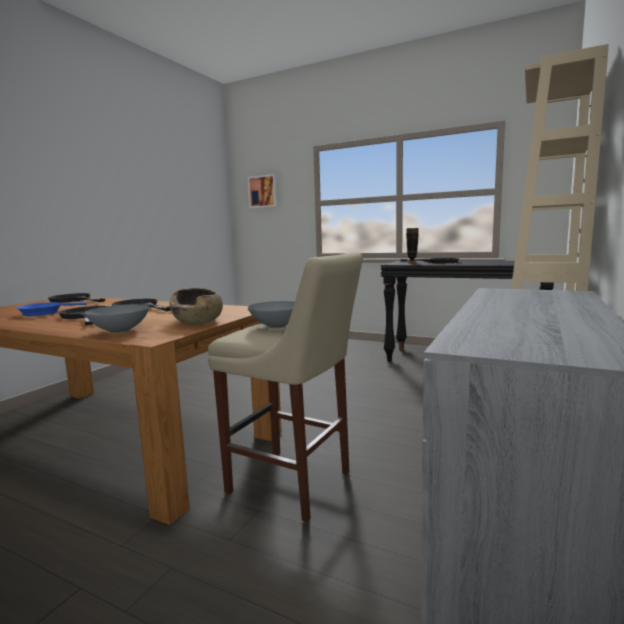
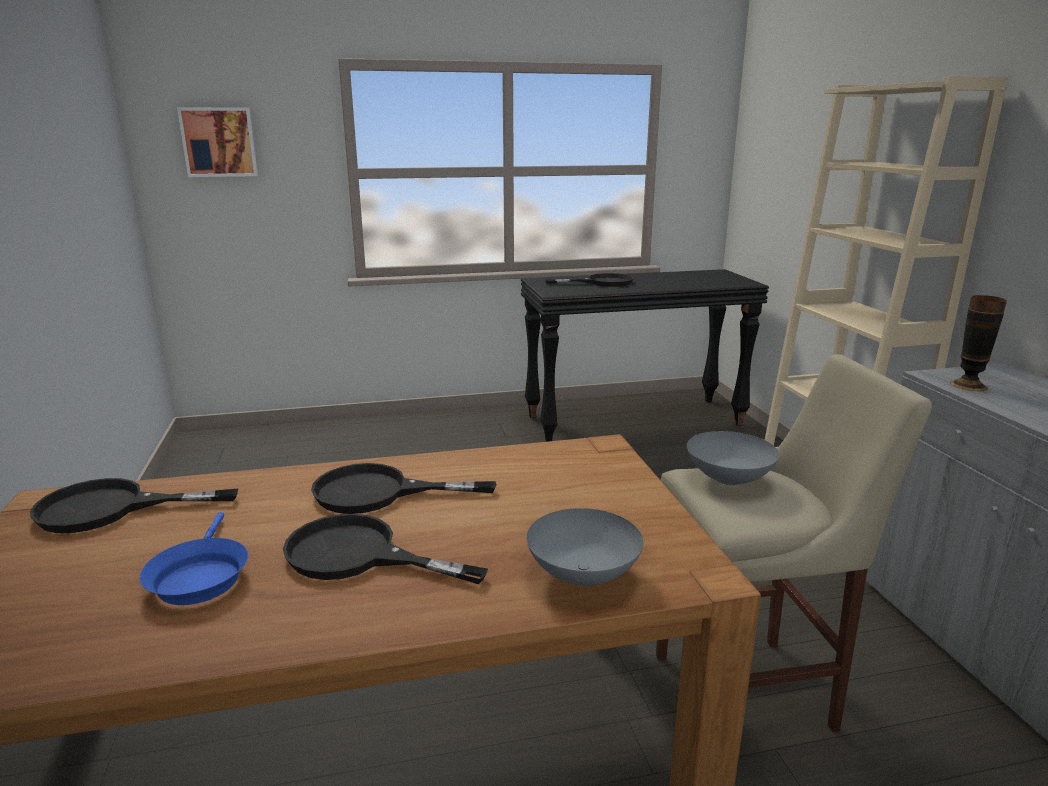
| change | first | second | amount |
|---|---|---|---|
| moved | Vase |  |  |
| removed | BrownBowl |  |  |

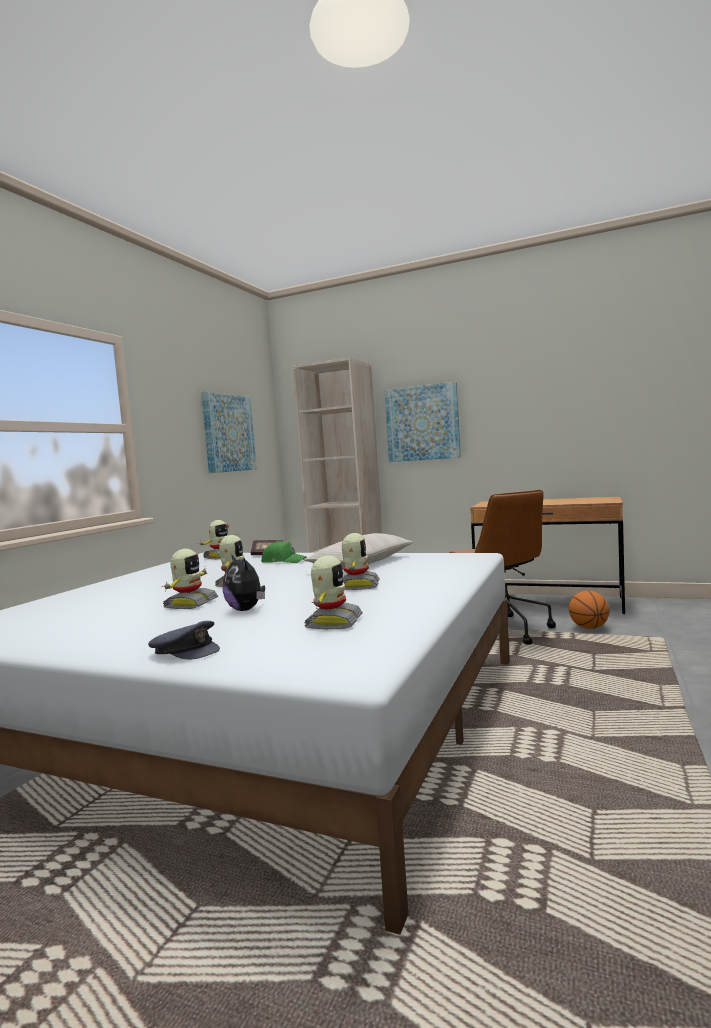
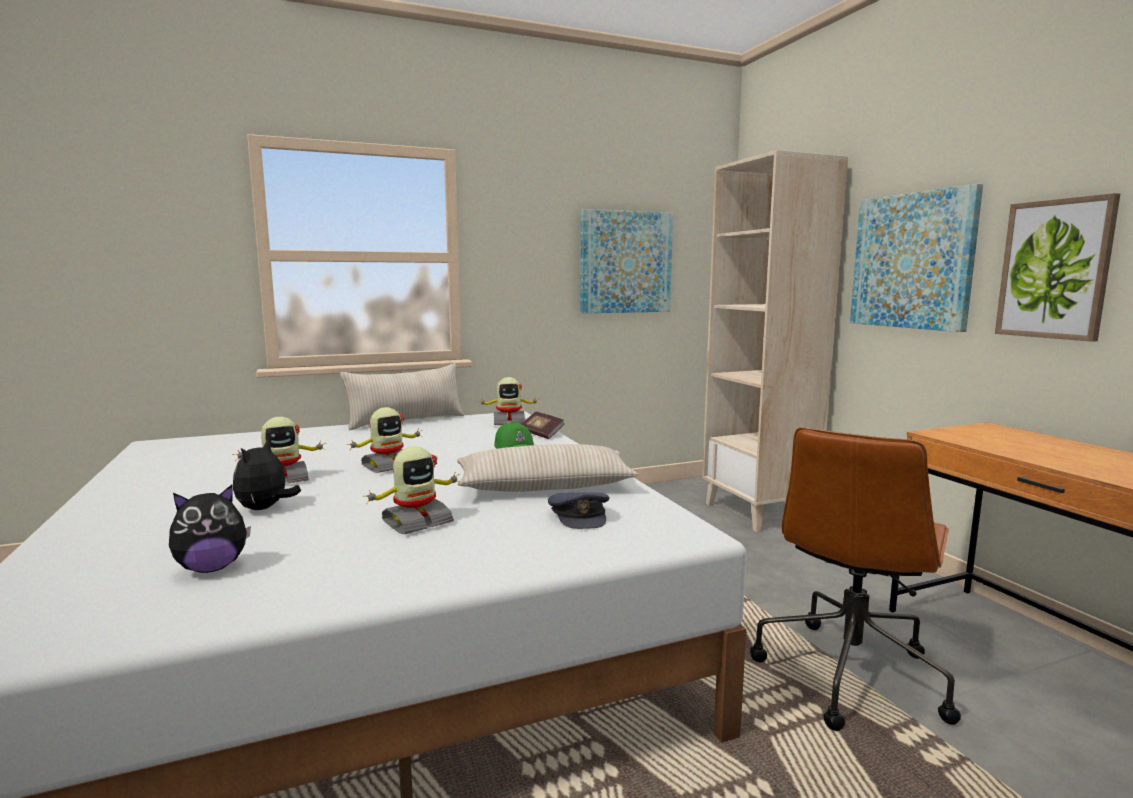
| change | first | second | amount |
|---|---|---|---|
| replaced | ToyRobot (4th from left) | PlushToy (1st from left) |  |
| removed | Basketball |  |  |
| moved | GreyCap |  |  |
| added |  | Picture (3rd from left) |  |
| added |  | BeigePillow (1st from left) |  |

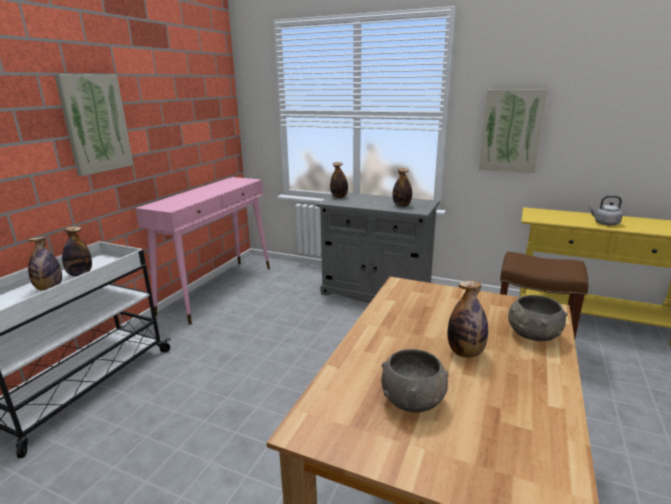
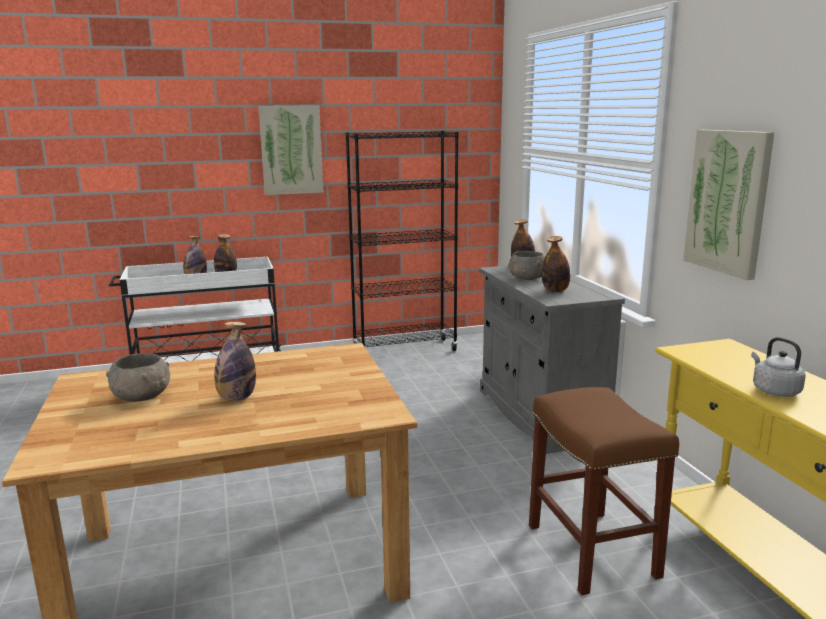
| change | first | second | amount |
|---|---|---|---|
| replaced | PinkConsoleTable | BlackBookcase |  |
| moved | GreyBowl (2nd from left) |  |  |

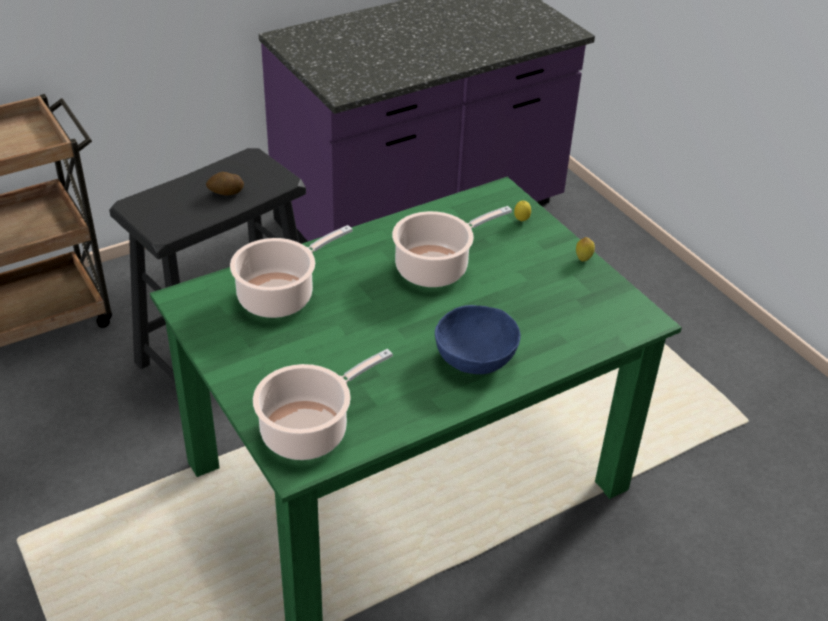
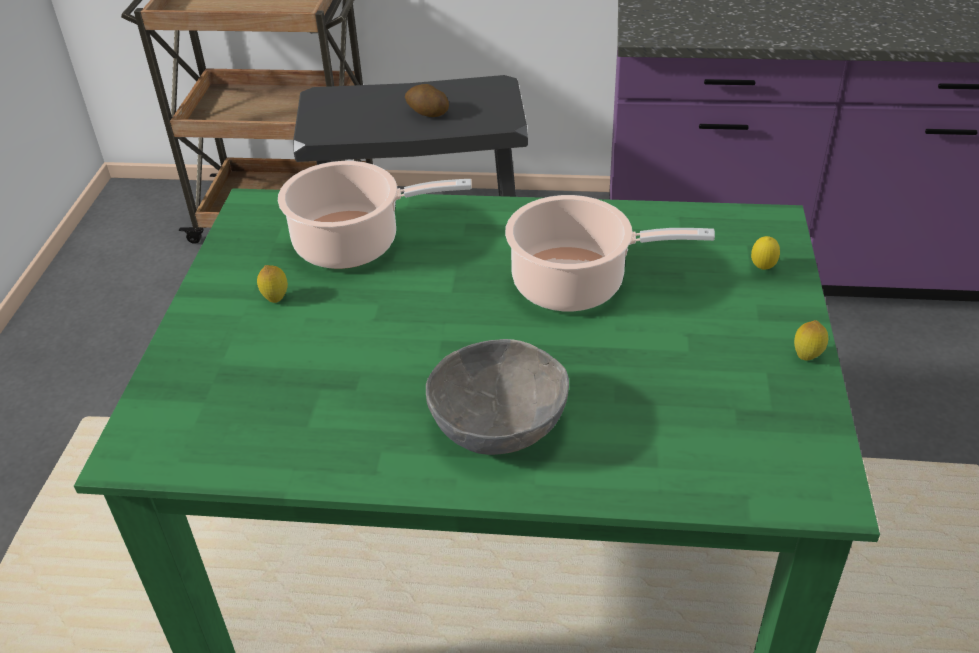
| change | first | second | amount |
|---|---|---|---|
| recoloured | BlueBowl | GreyBowl |  |
| removed | CookingPot (2nd from left) |  |  |
| added |  | Lemon (1st from left) |  |

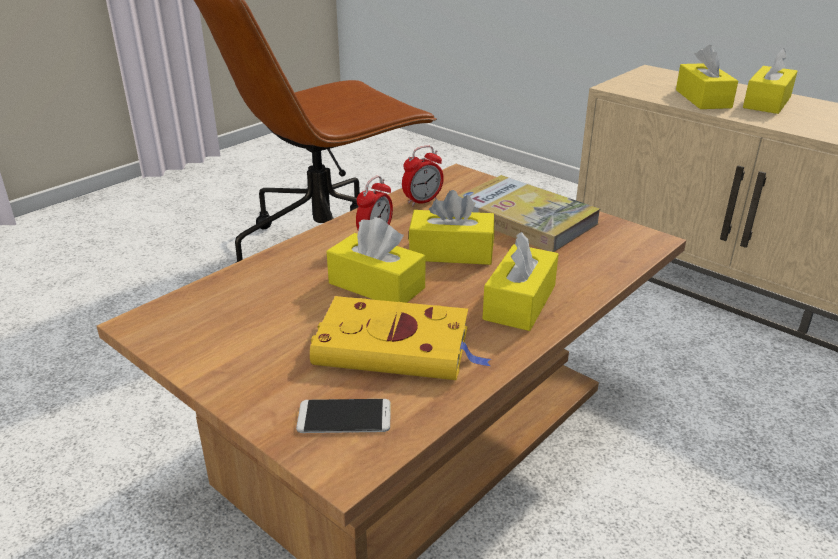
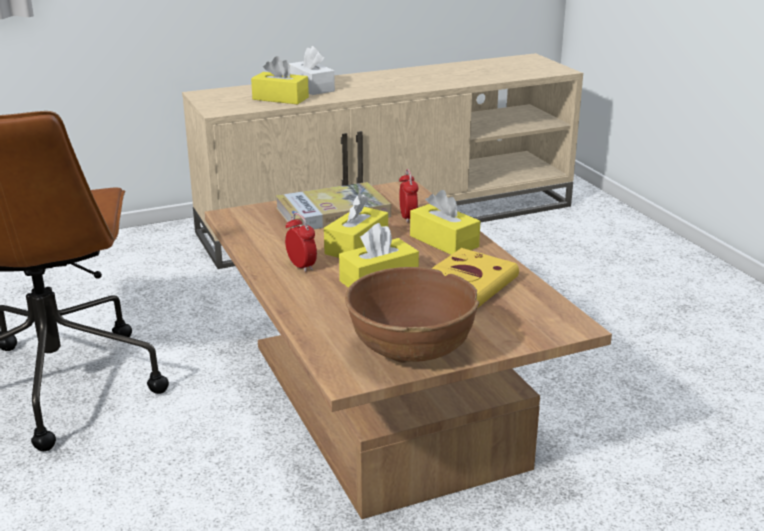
| change | first | second | amount |
|---|---|---|---|
| recoloured | YellowTissueBox (5th from left) | WhiteTissueBox |  |
| moved | AlarmClock (2nd from left) |  |  |
| removed | Phone |  |  |
| added |  | BrownBowl |  |

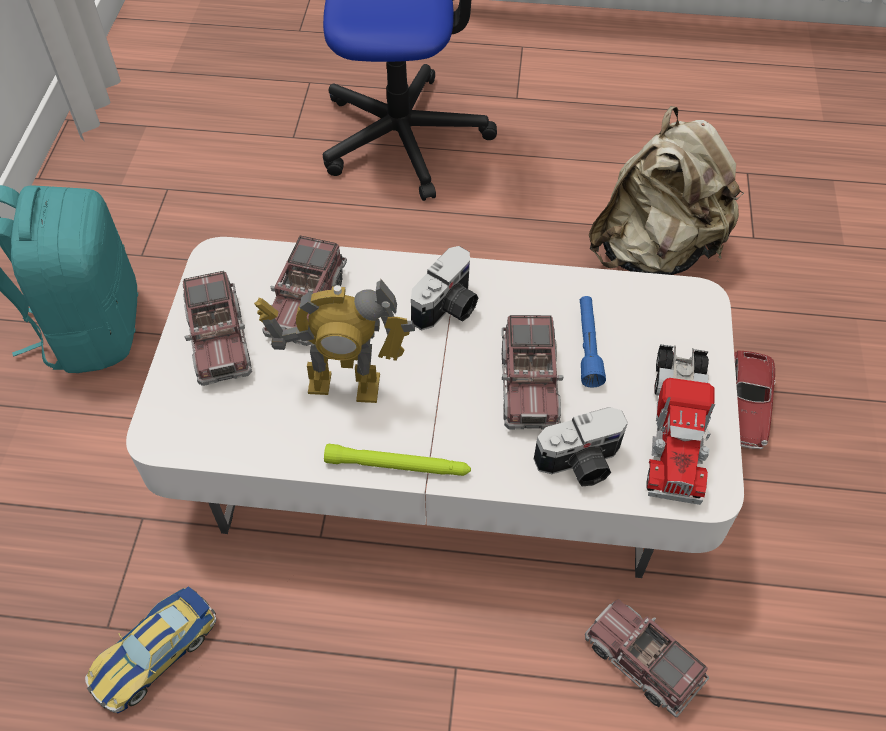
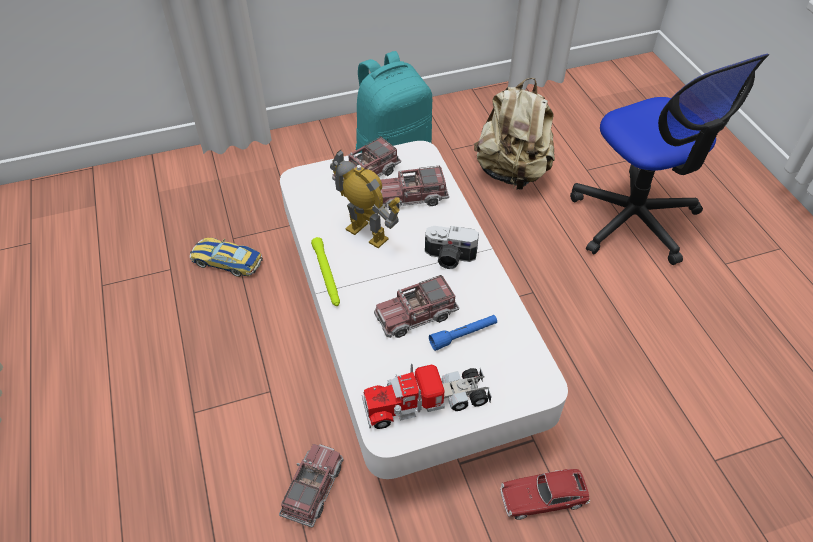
| change | first | second | amount |
|---|---|---|---|
| moved | BeigeBackpack |  |  |
| turned | ToyRobot |  | 150 degrees clockwise |
| removed | PhotoCamera (2nd from left) |  |  |

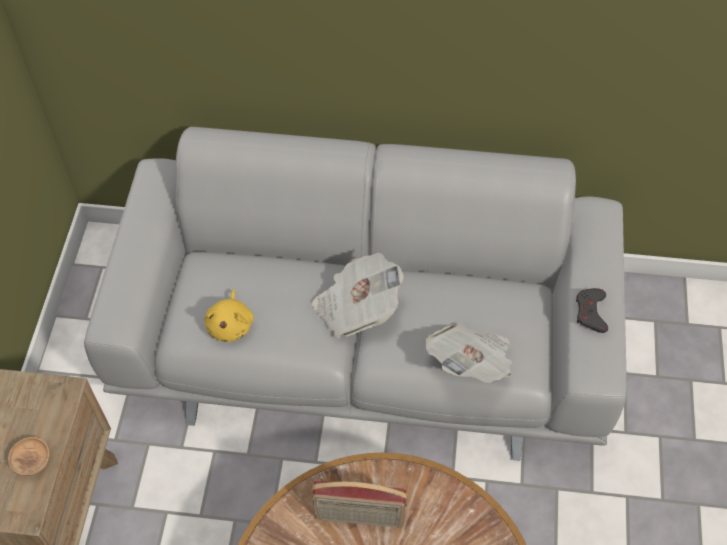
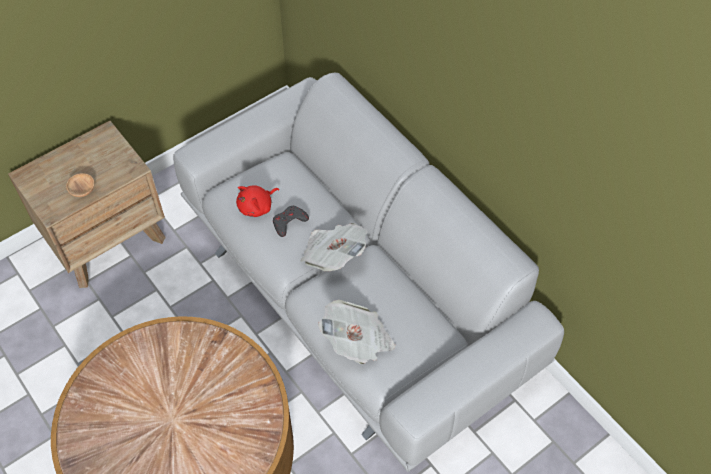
| change | first | second | amount |
|---|---|---|---|
| moved | GreyGameController |  |  |
| recoloured | YellowPlushToy | RedPlushToy |  |
| removed | Radio |  |  |

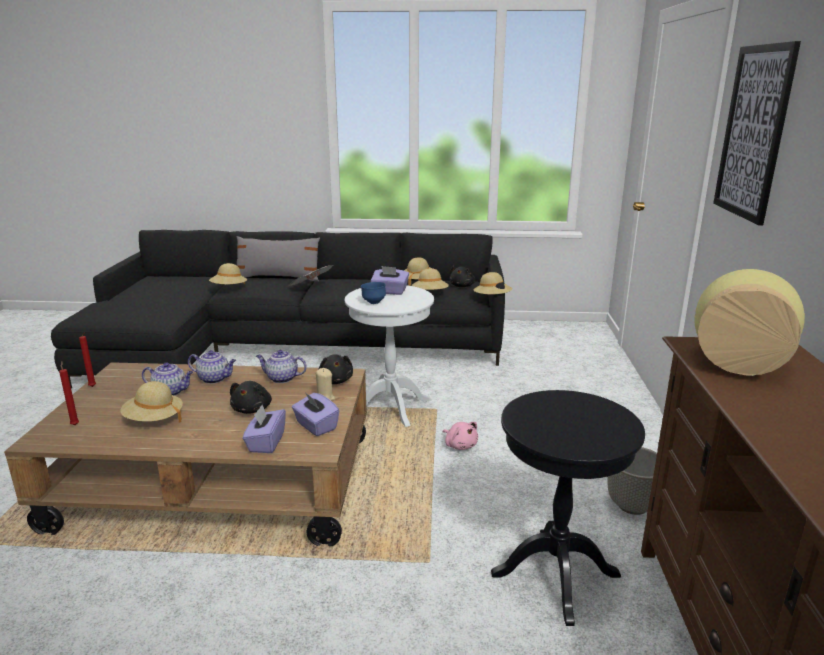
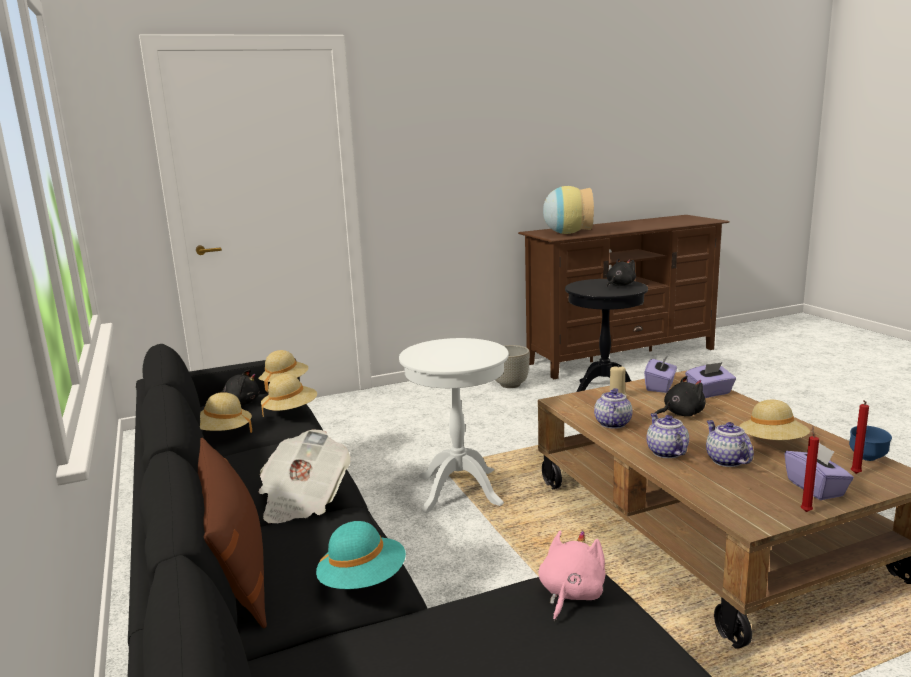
| change | first | second | amount |
|---|---|---|---|
| removed | Picture |  |  |
| recoloured | GreyPillow | BrownPillow |  |
| recoloured | BeigeHat (2nd from left) | TurquoiseHat |  |
| moved | PurpleTissueBox (3rd from left) |  |  |
| moved | BlueBowl |  |  |
| turned | Teapot (3rd from left in the first image) | Teapot (1st from left) | 150 degrees counterclockwise |
| moved | BlackPlushToy (2nd from left) |  |  |
| moved | PinkPlushToy |  |  |

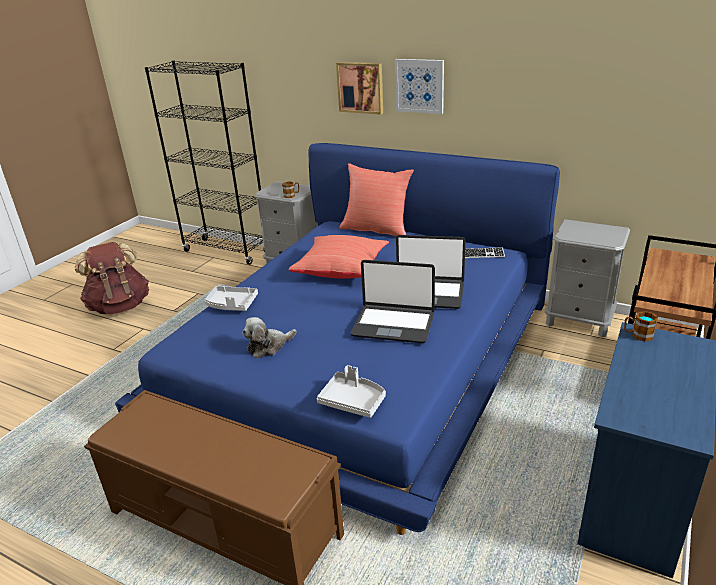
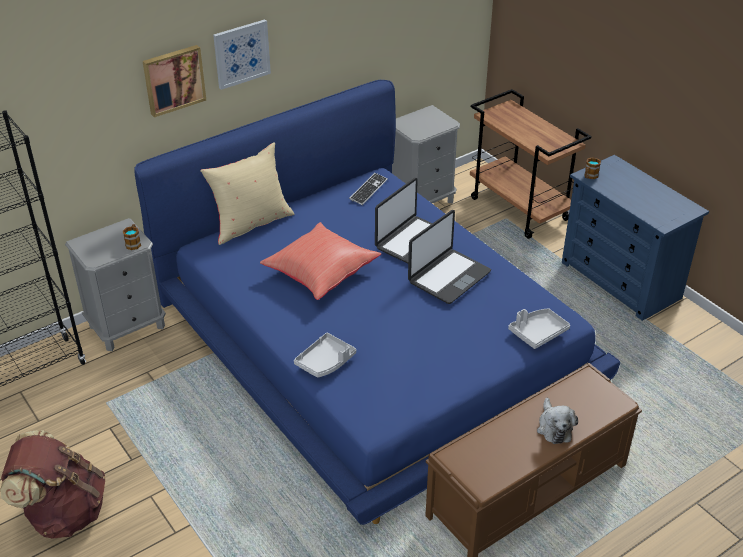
| change | first | second | amount |
|---|---|---|---|
| recoloured | RedPillow (2nd from left) | BeigePillow |  |
| moved | PlushToy |  |  |

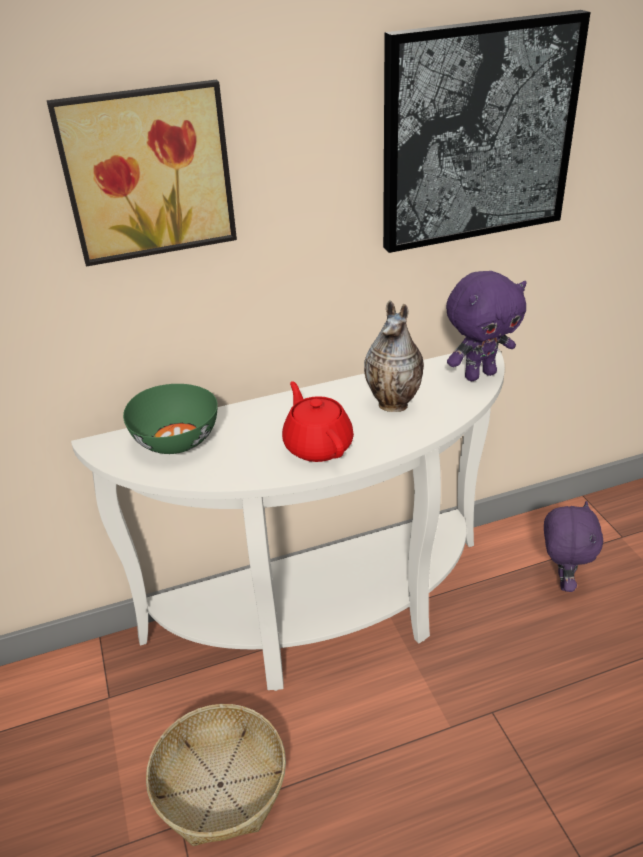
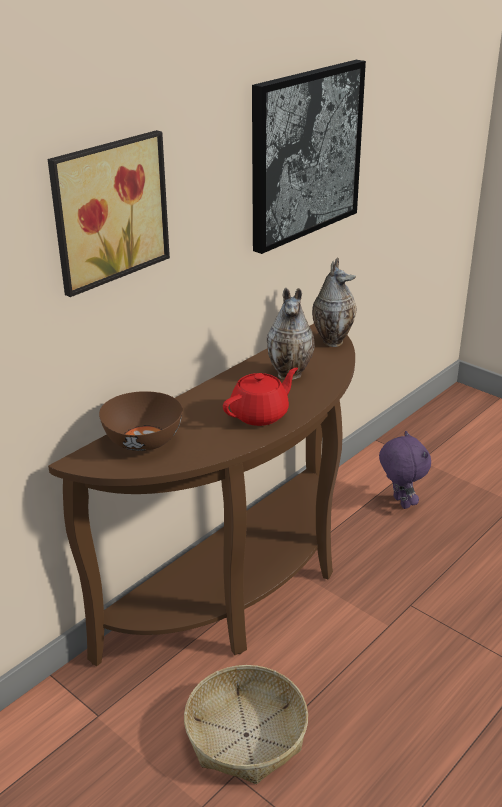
| change | first | second | amount |
|---|---|---|---|
| replaced | PurplePlushToy (1st from left) | Vase (2nd from left) |  |
| recoloured | WhiteConsoleTable | BrownConsoleTable |  |
| turned | RedTeapot |  | 105 degrees clockwise |
| recoloured | GreenBowl | BrownBowl |  |

